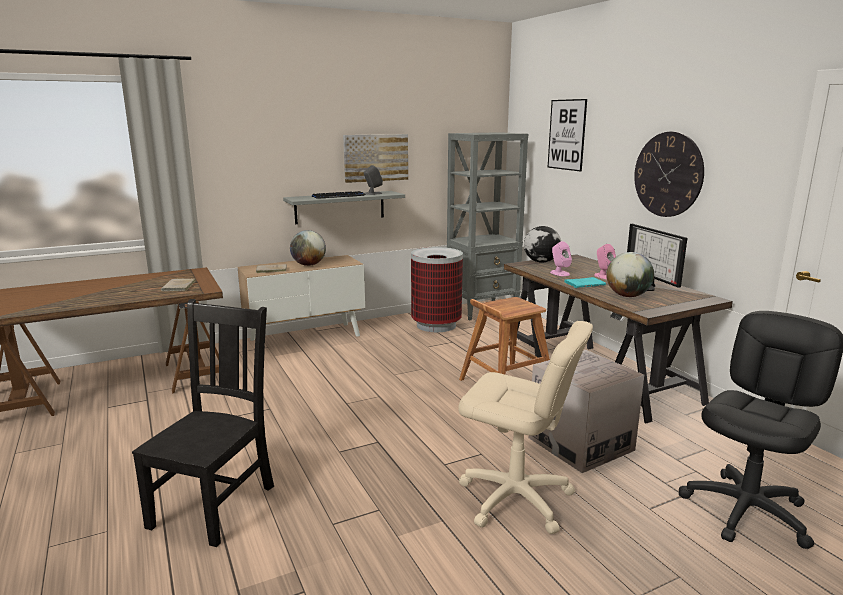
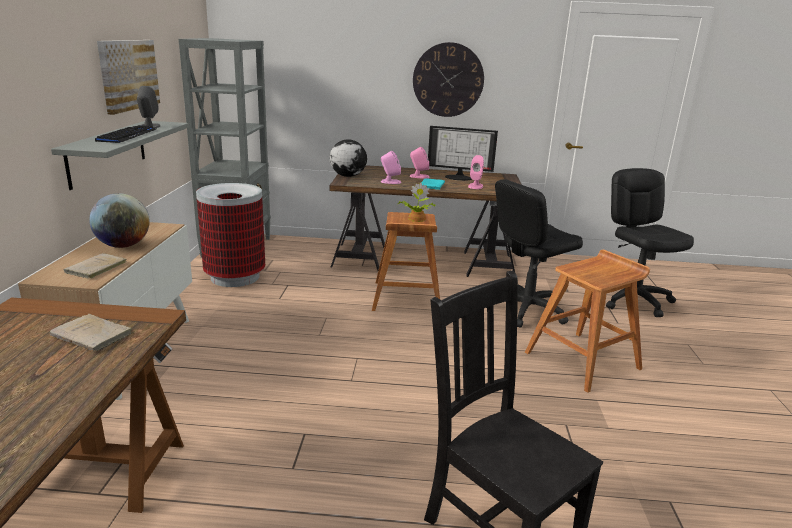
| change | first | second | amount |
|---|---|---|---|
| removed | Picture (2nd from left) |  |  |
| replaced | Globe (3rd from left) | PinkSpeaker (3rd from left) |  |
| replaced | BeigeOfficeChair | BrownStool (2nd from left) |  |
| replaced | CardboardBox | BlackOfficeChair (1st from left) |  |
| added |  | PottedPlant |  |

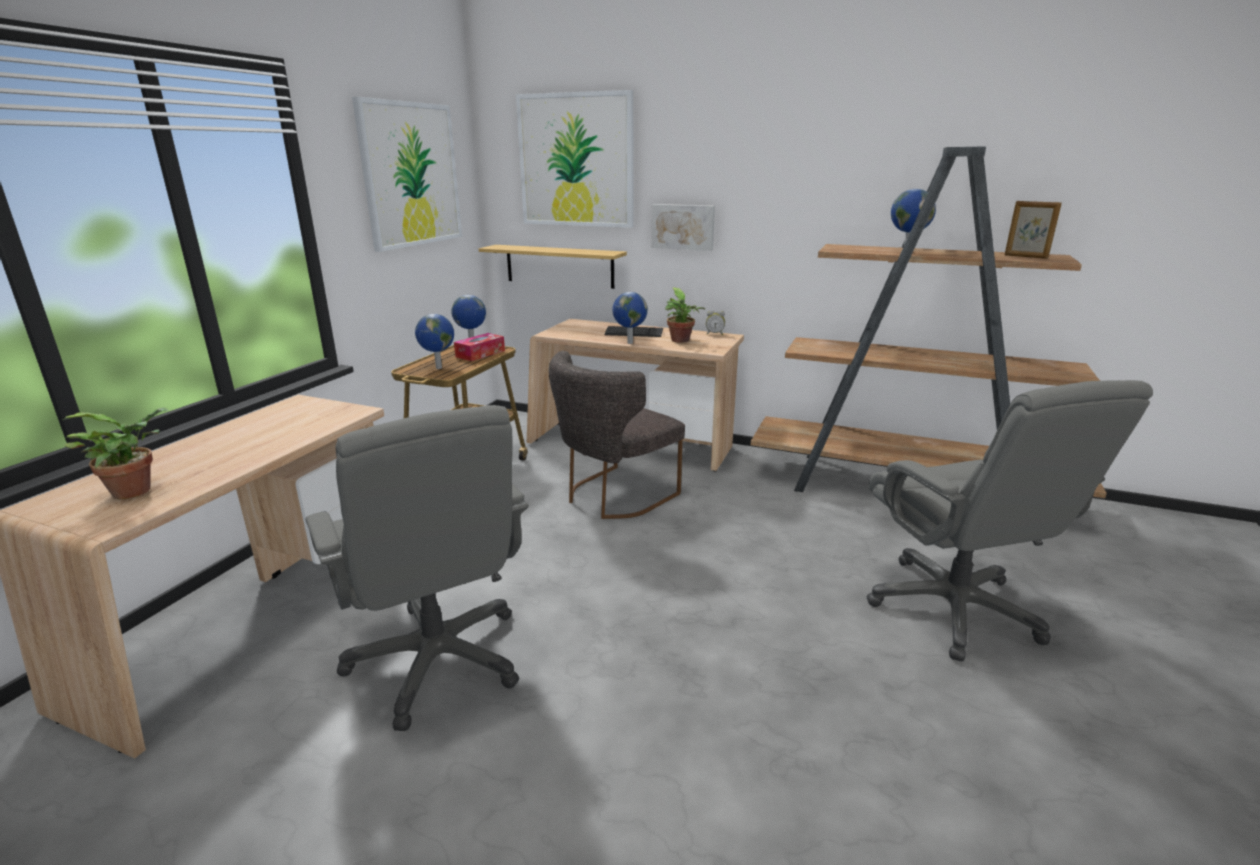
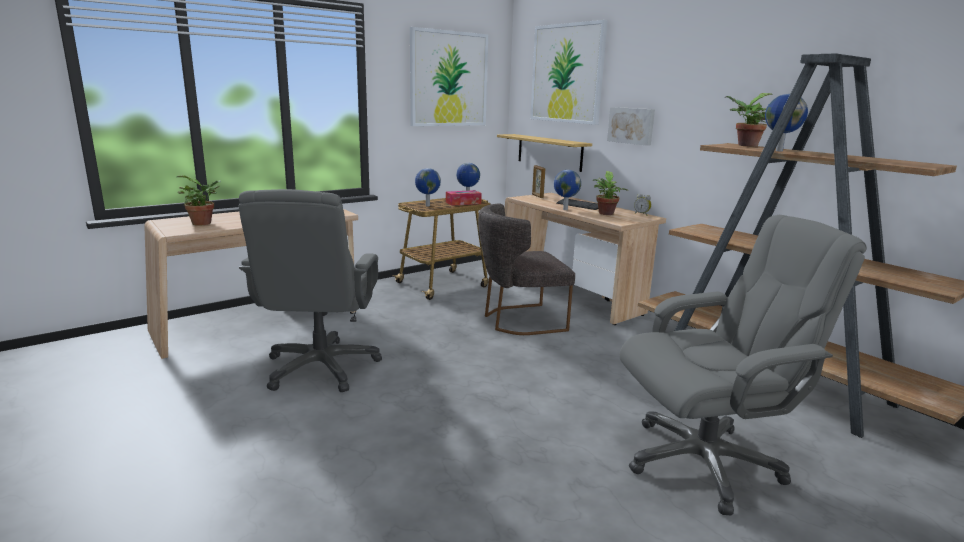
| change | first | second | amount |
|---|---|---|---|
| moved | PictureFrame |  |  |
| turned | GreyOfficeChair (2nd from left) |  | 120 degrees counterclockwise |
| added |  | PottedPlant (3rd from left) |  |

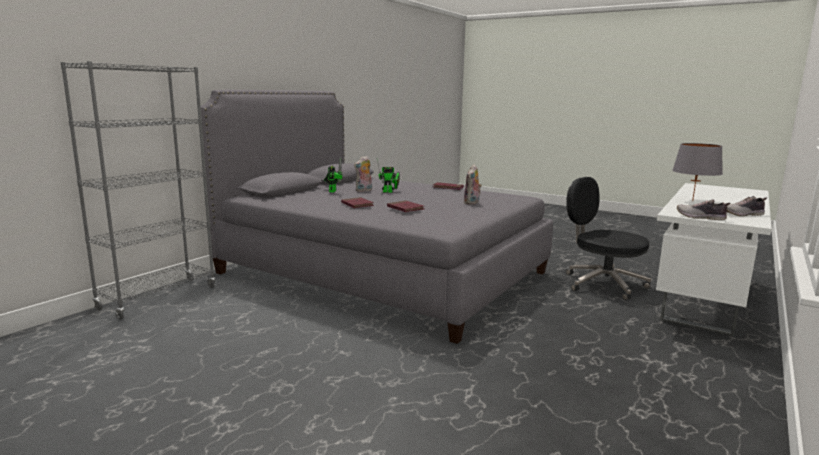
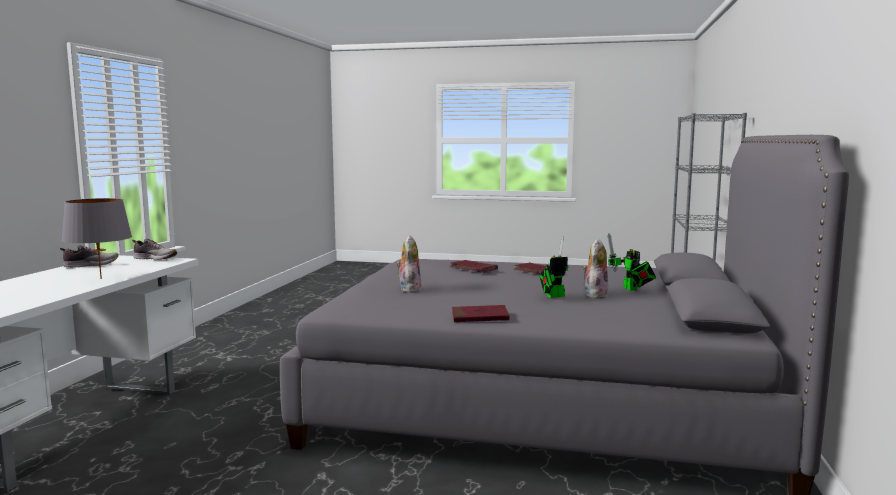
| change | first | second | amount |
|---|---|---|---|
| removed | BlackOfficeChair |  |  |

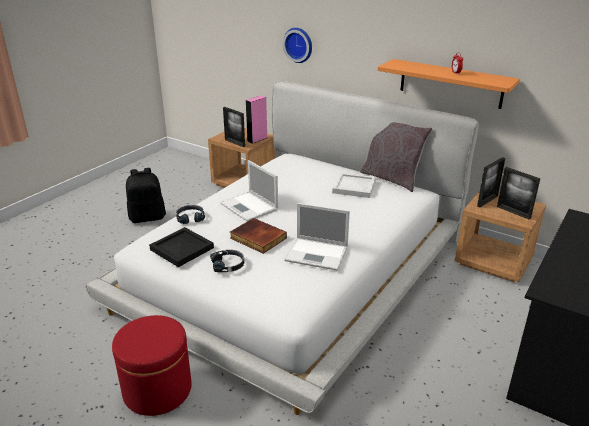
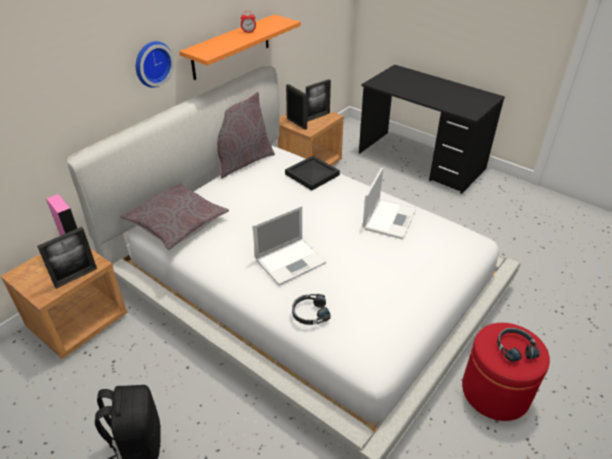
| change | first | second | amount |
|---|---|---|---|
| moved | WallClock |  |  |
| removed | WhiteTray |  |  |
| removed | Book |  |  |
| moved | BlackTray |  |  |
| moved | BlackHeadphones (2nd from left) |  |  |
| added |  | GreyPillow (1st from left) |  |

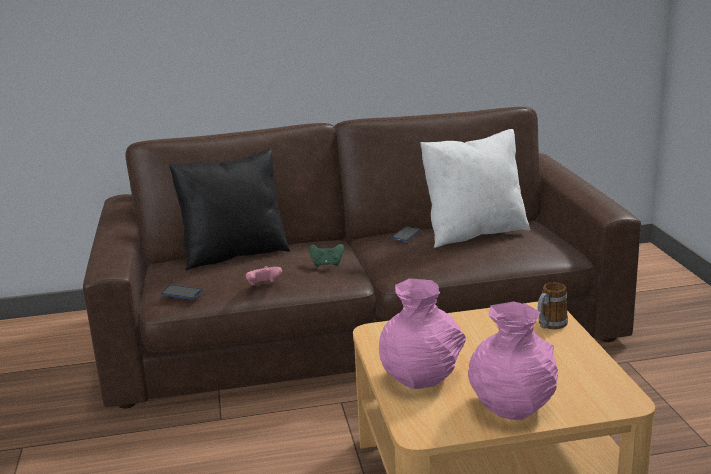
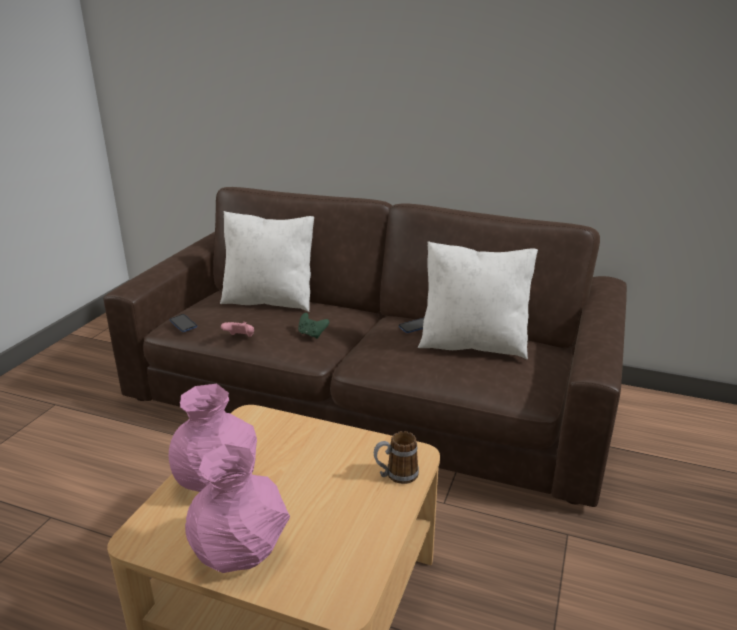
| change | first | second | amount |
|---|---|---|---|
| recoloured | BlackPillow | WhitePillow (1st from left) |  |

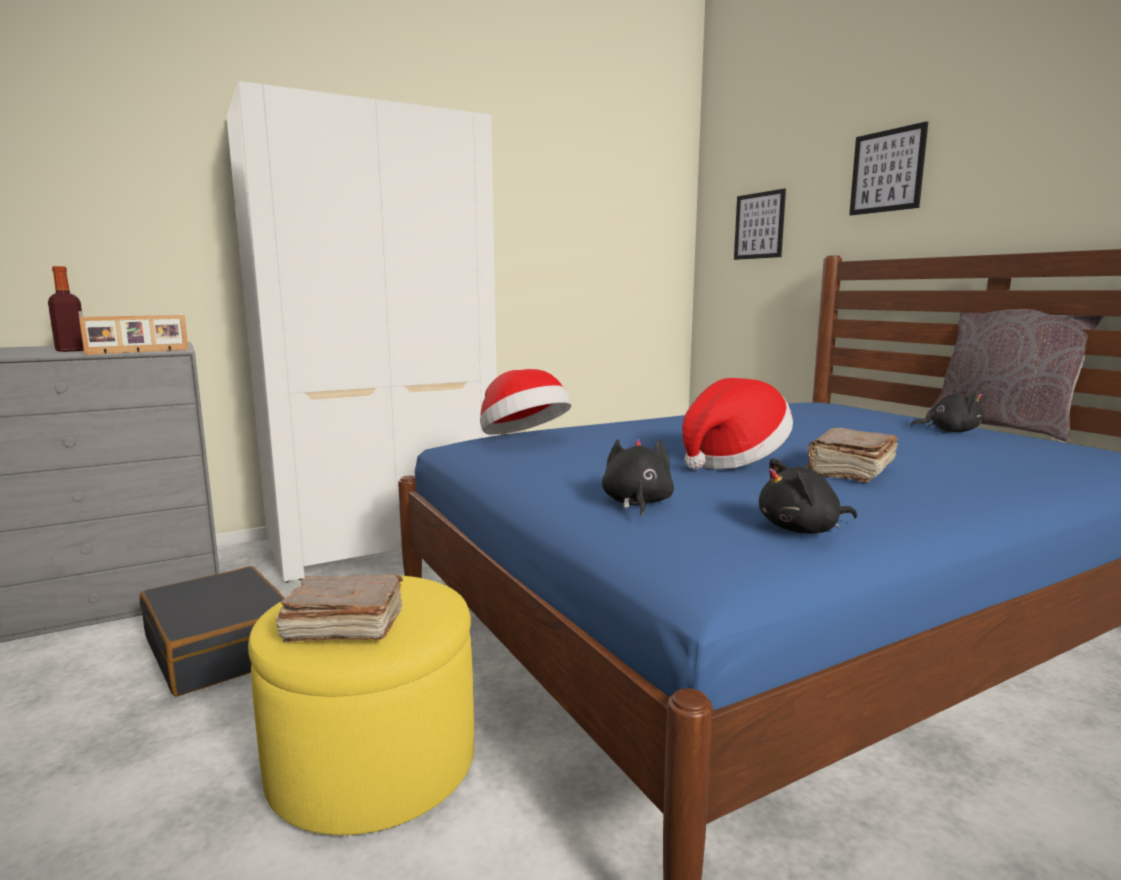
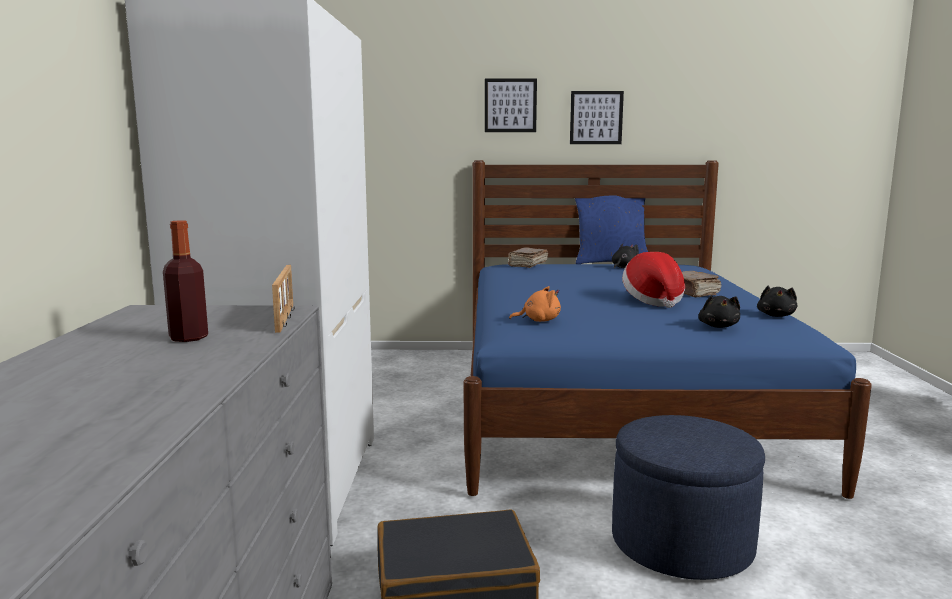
| change | first | second | amount |
|---|---|---|---|
| moved | Picture (1st from left in the first image) | Picture (2nd from left) |  |
| recoloured | GreyPillow | BluePillow |  |
| replaced | Hat (1st from left) | OrangePlushToy |  |
| turned | BlackPlushToy (1st from left in the first image) | BlackPlushToy (2nd from left) | 120 degrees counterclockwise |
| moved | BrownBook (1st from left) |  |  |
| recoloured | YellowOttoman | BlueOttoman |  |

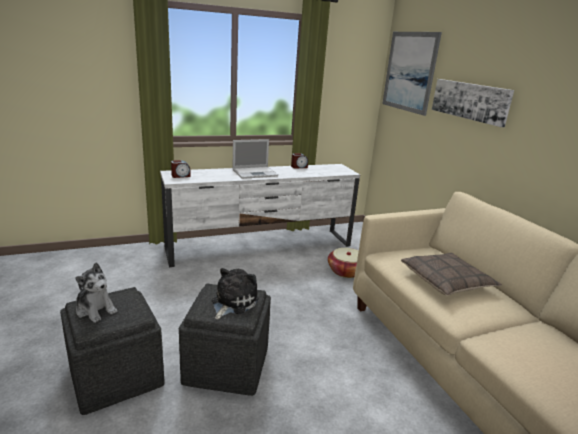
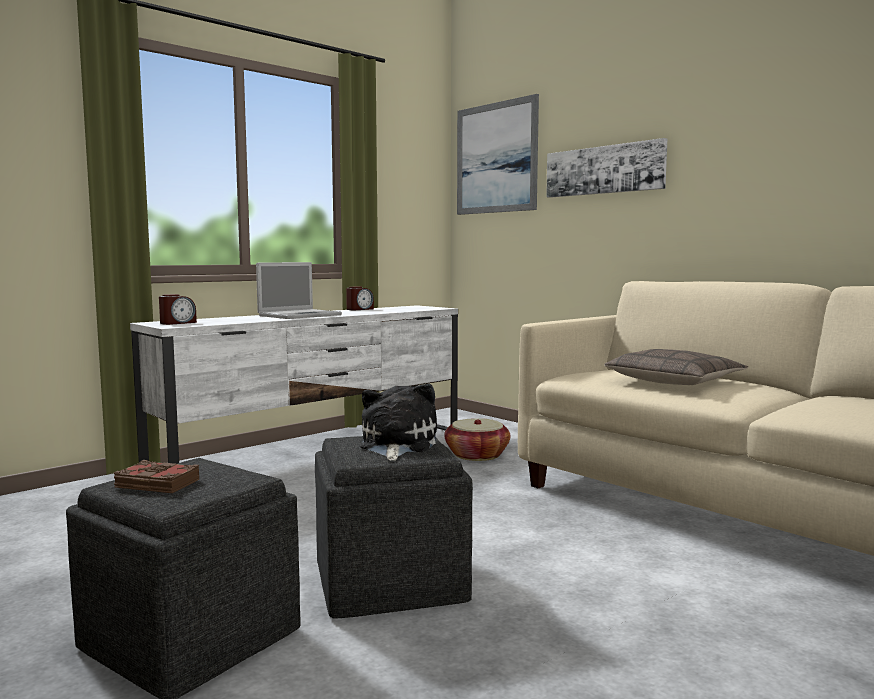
| change | first | second | amount |
|---|---|---|---|
| replaced | PlushToy (1st from left) | BrownBook |  |

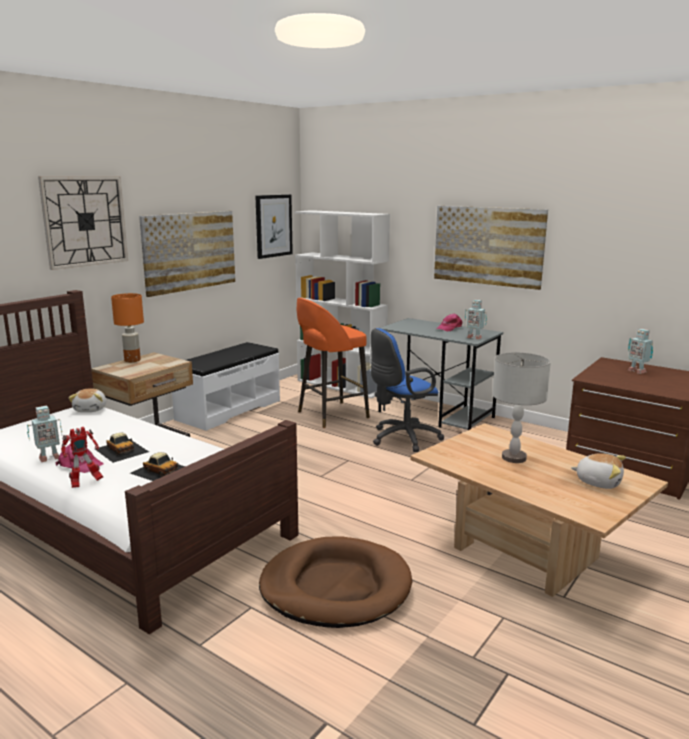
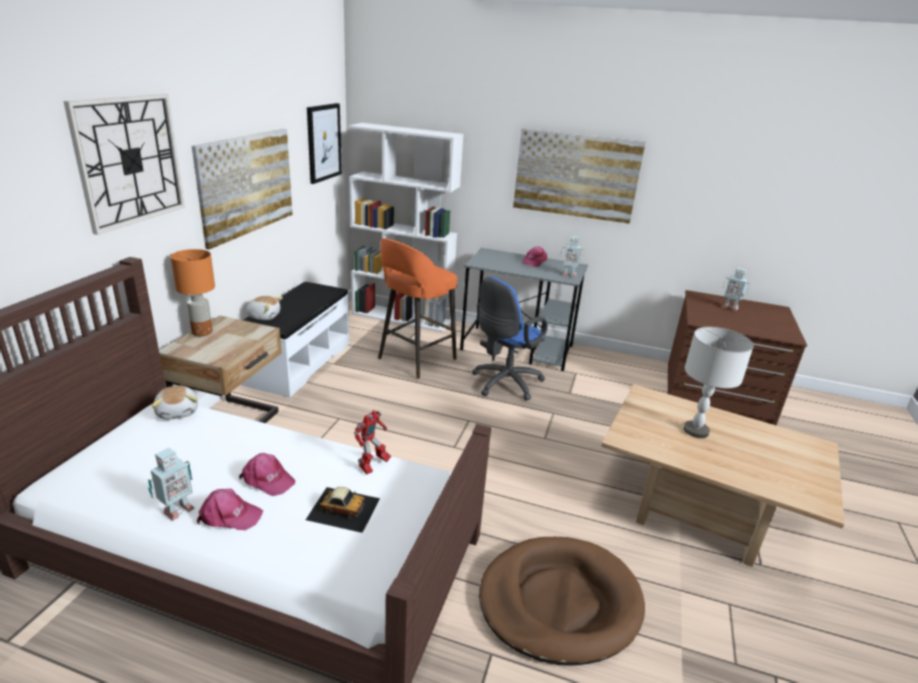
| change | first | second | amount |
|---|---|---|---|
| moved | ToyRobot (2nd from left) |  |  |
| replaced | ToyCar (1st from left) | PinkCap (2nd from left) |  |
| moved | PlushToy (2nd from left) |  |  |

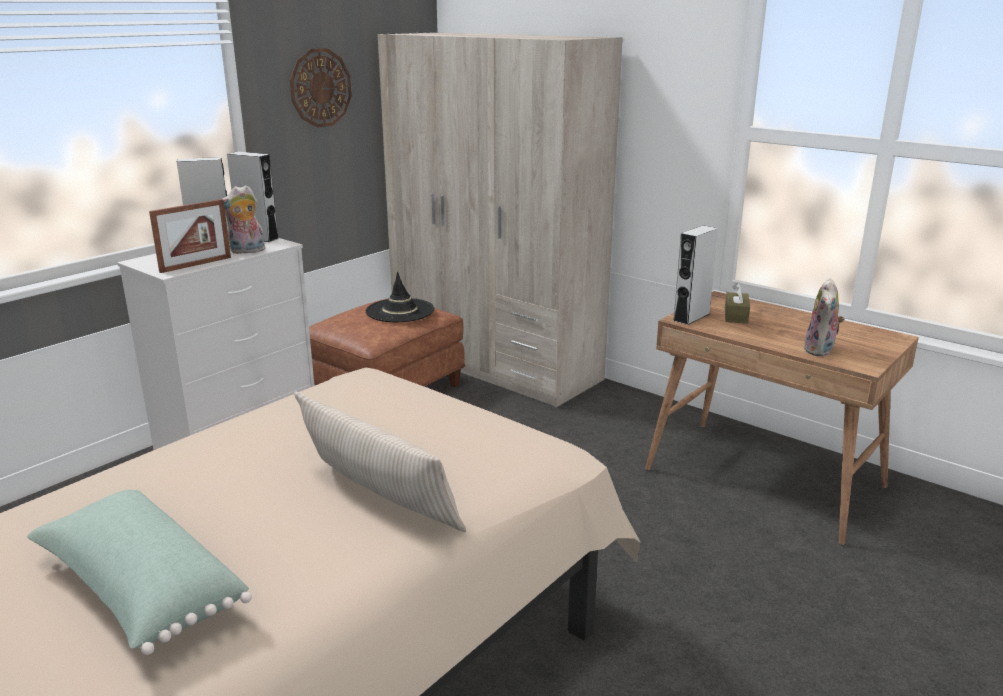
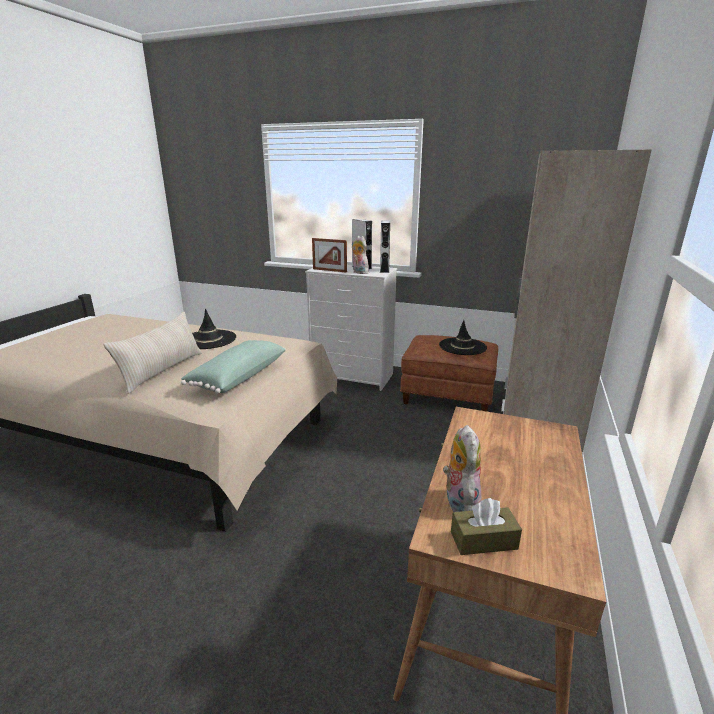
| change | first | second | amount |
|---|---|---|---|
| removed | WallClock |  |  |
| removed | GreySpeaker (3rd from left) |  |  |
| turned | PlushToy (2nd from left) |  | 90 degrees clockwise |
| moved | BrownTissueBox |  |  |
| moved | GreenPillow |  |  |
| added |  | BlackHat (1st from left) |  |

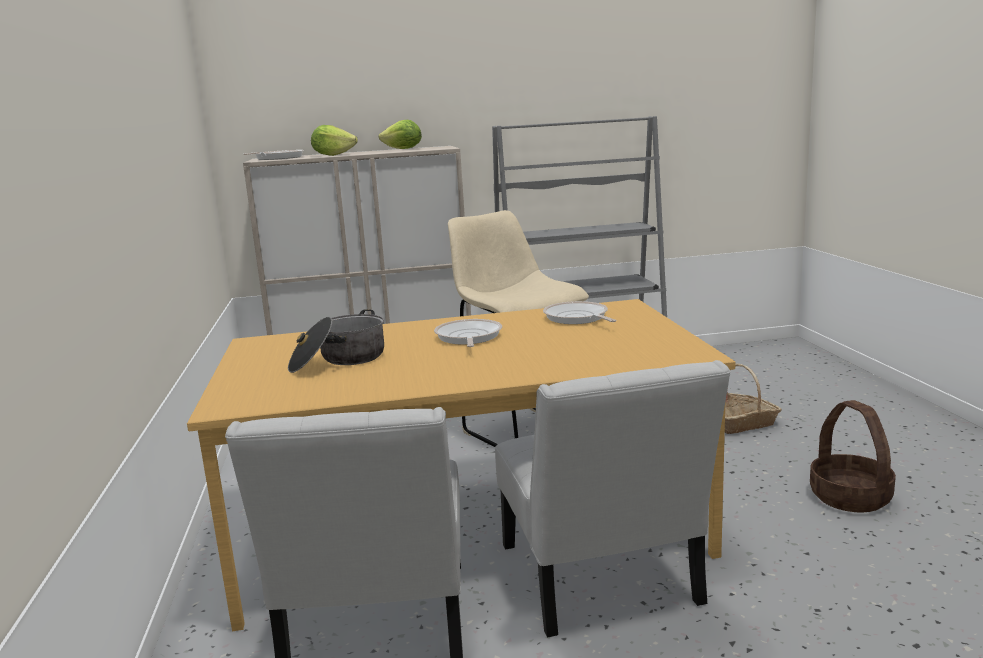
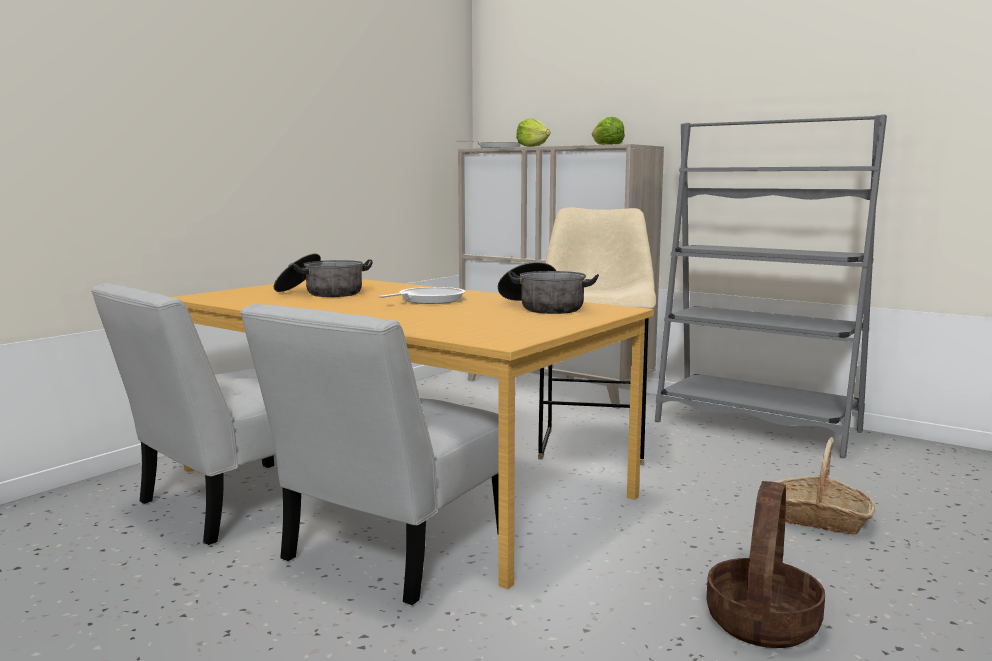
| change | first | second | amount |
|---|---|---|---|
| replaced | FryingPan (3rd from left) | CookingPot (2nd from left) |  |

